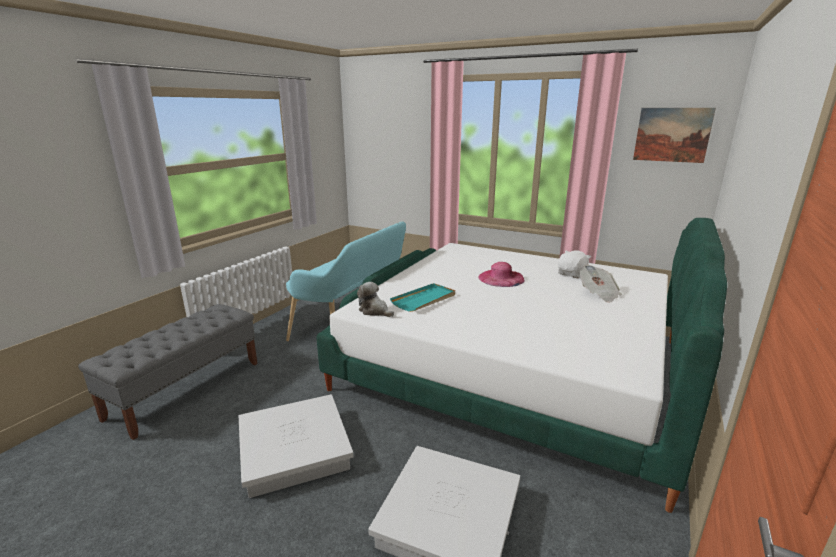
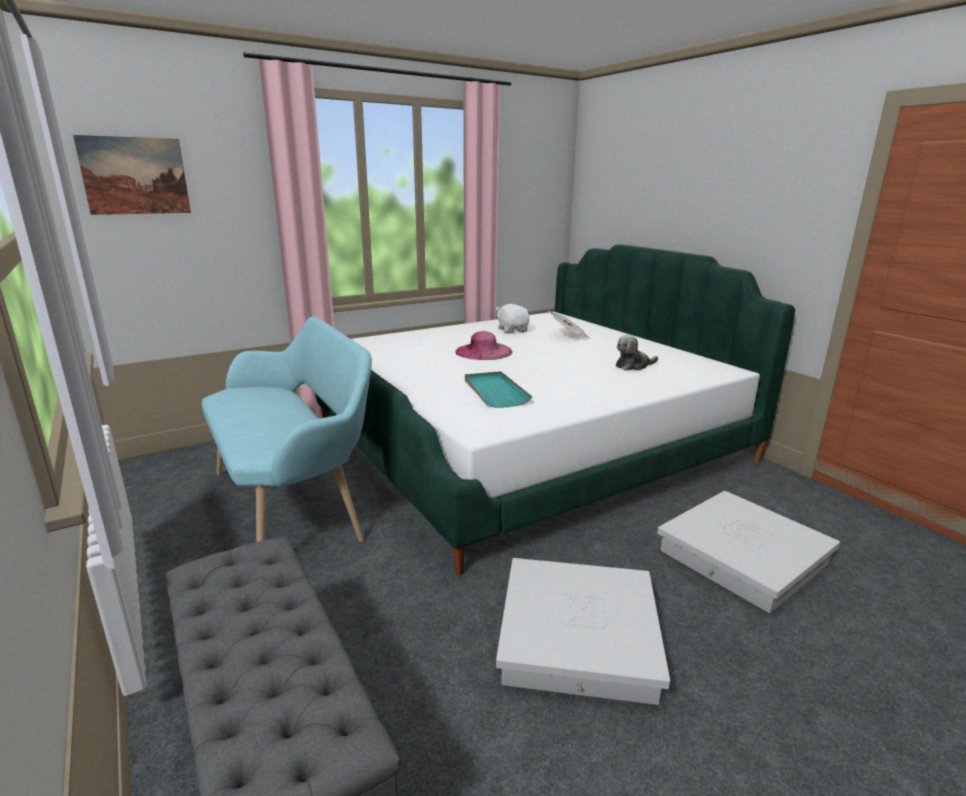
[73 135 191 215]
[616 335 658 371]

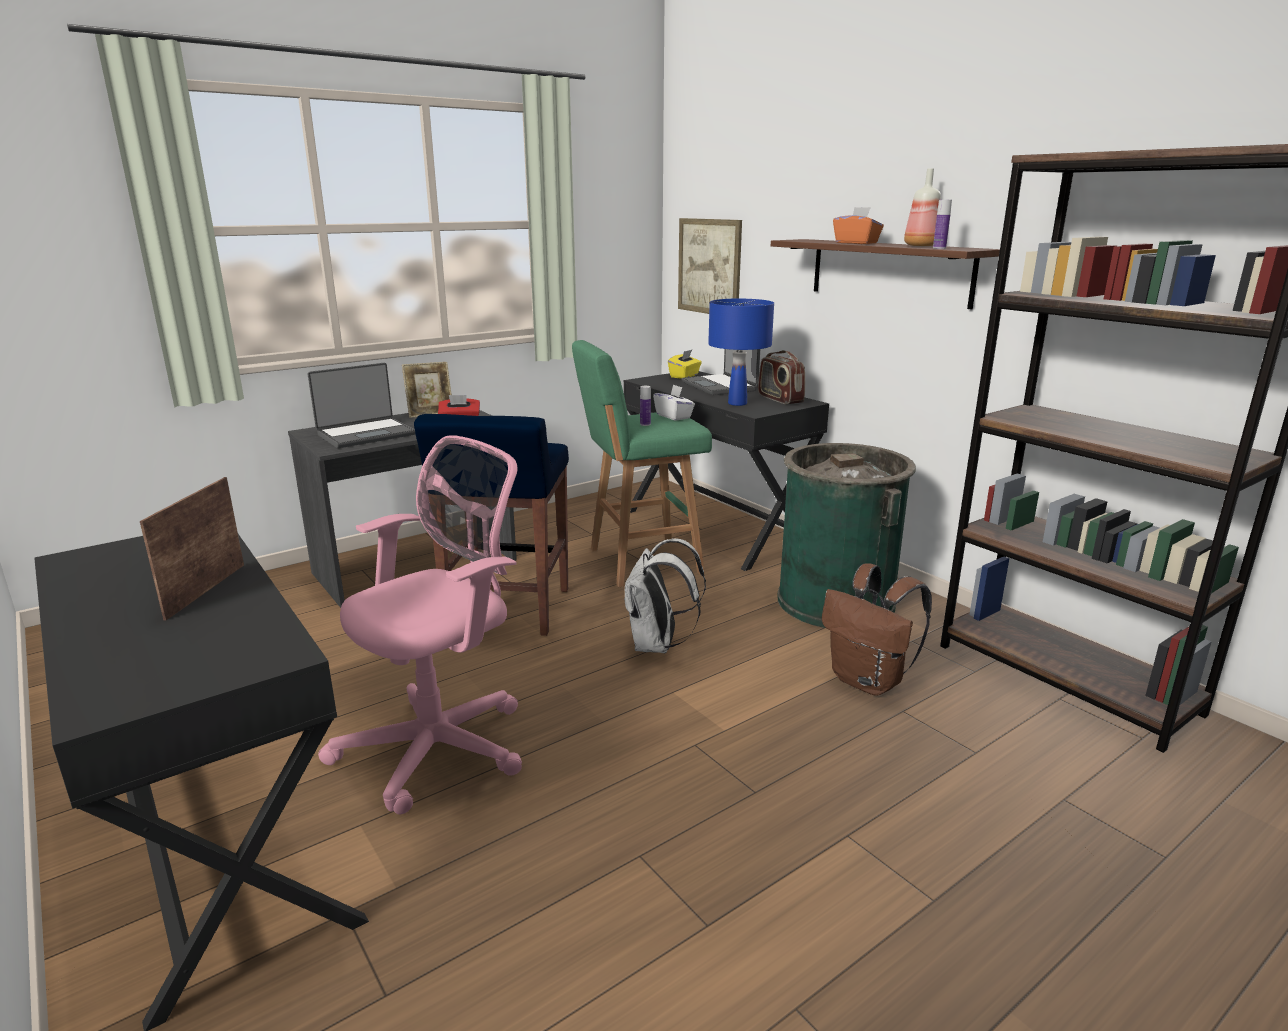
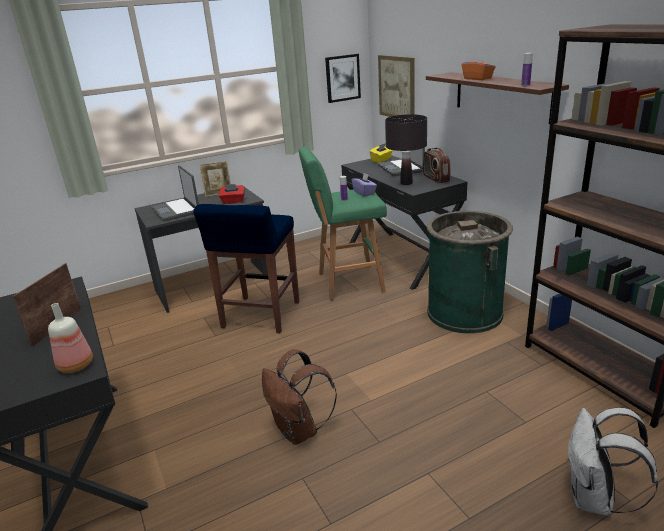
[48 303 93 373]
[151 165 199 221]
[262 349 337 445]
[325 54 361 103]
[352 173 377 197]
[385 114 427 185]
[567 408 658 516]
[318 435 522 814] (first image)

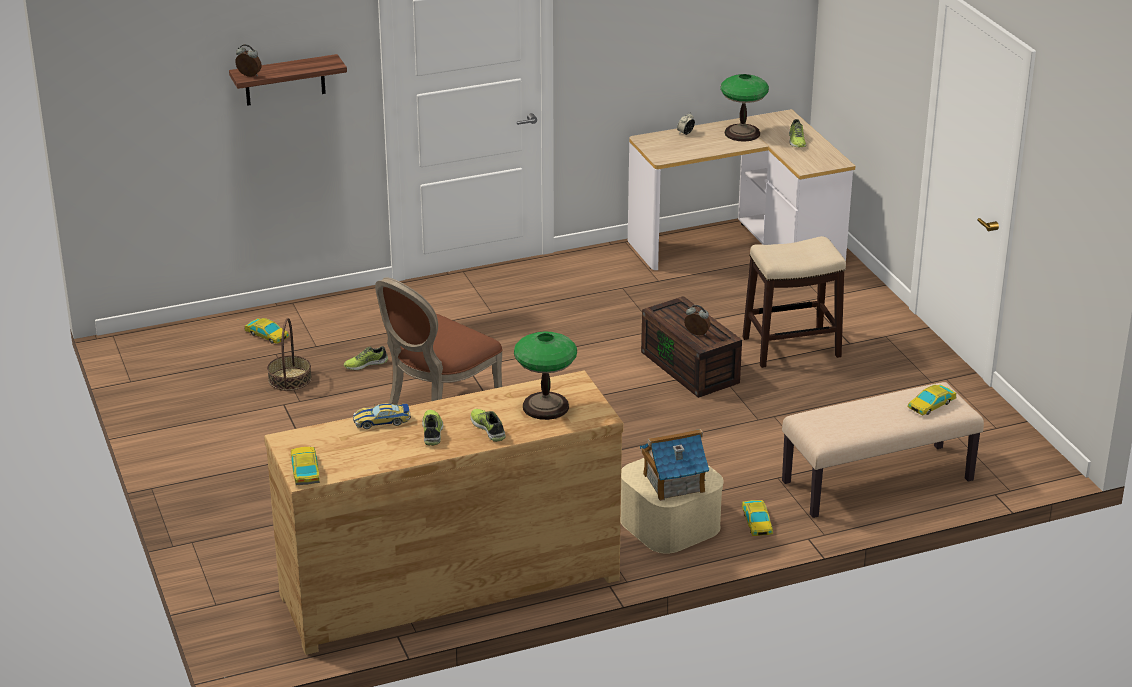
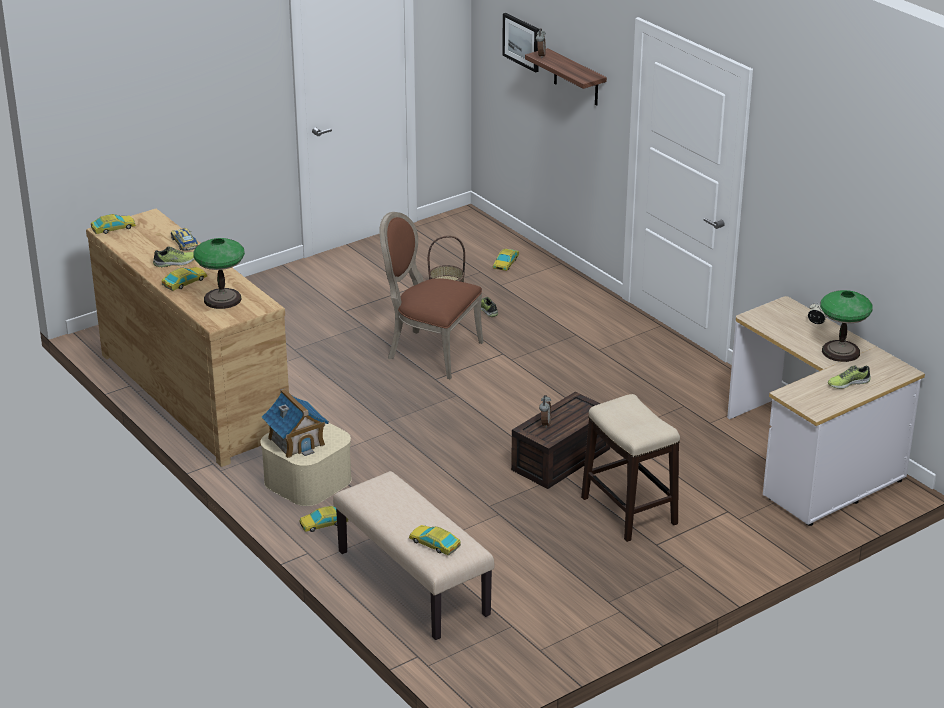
[162 267 207 291]
[502 13 539 73]

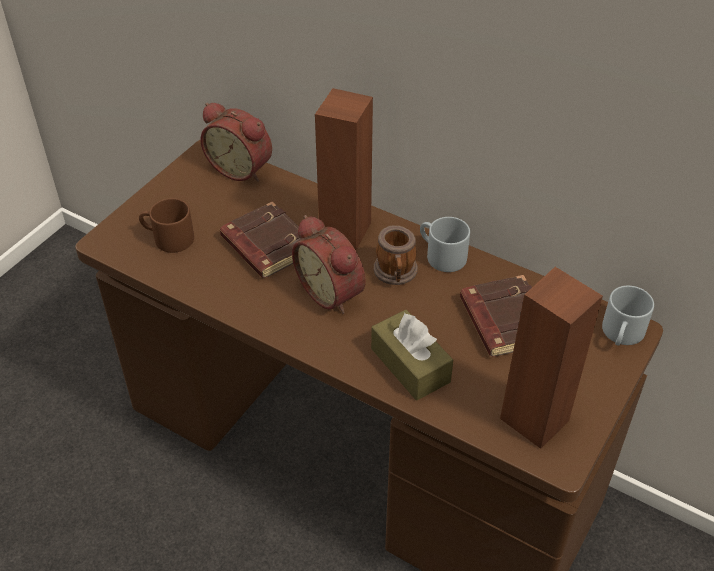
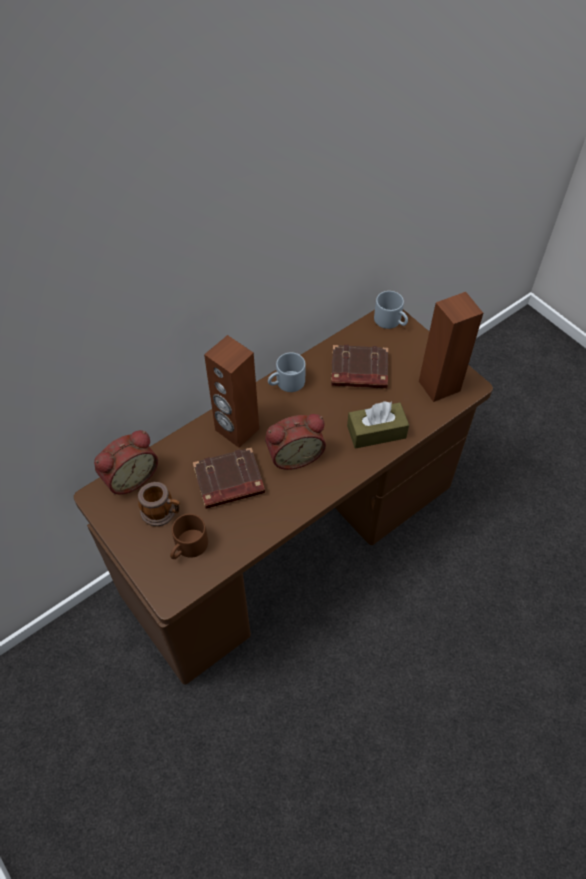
[138 482 180 527]

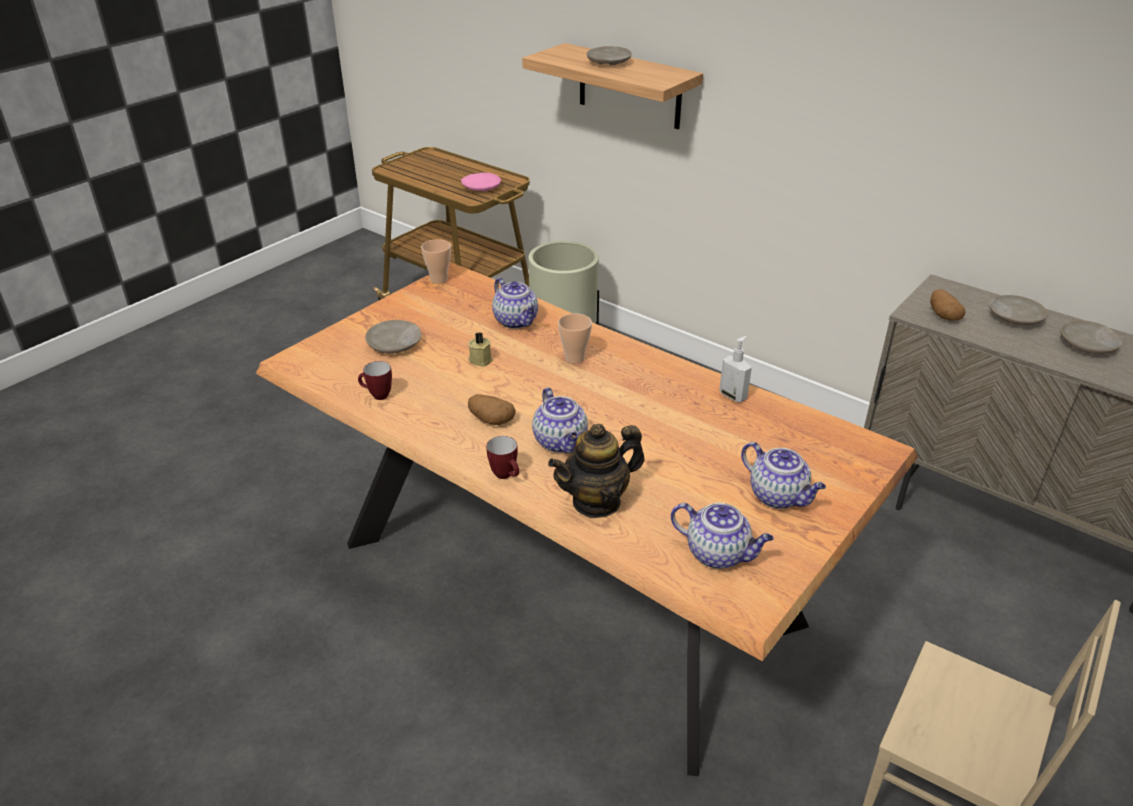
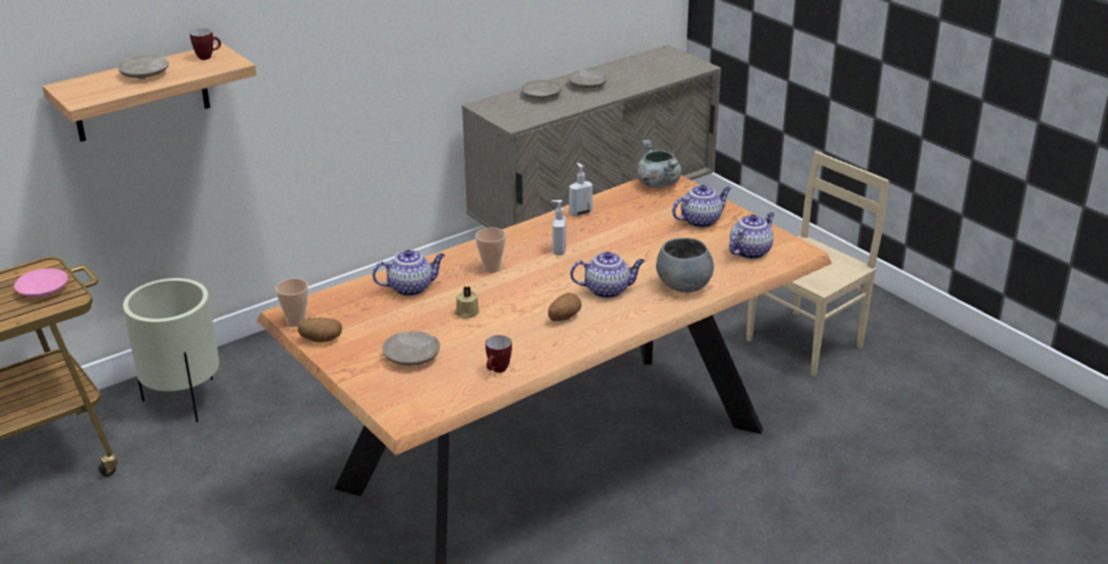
[190 28 221 60]
[298 318 342 342]
[551 200 566 255]
[637 140 681 188]
[656 238 714 292]

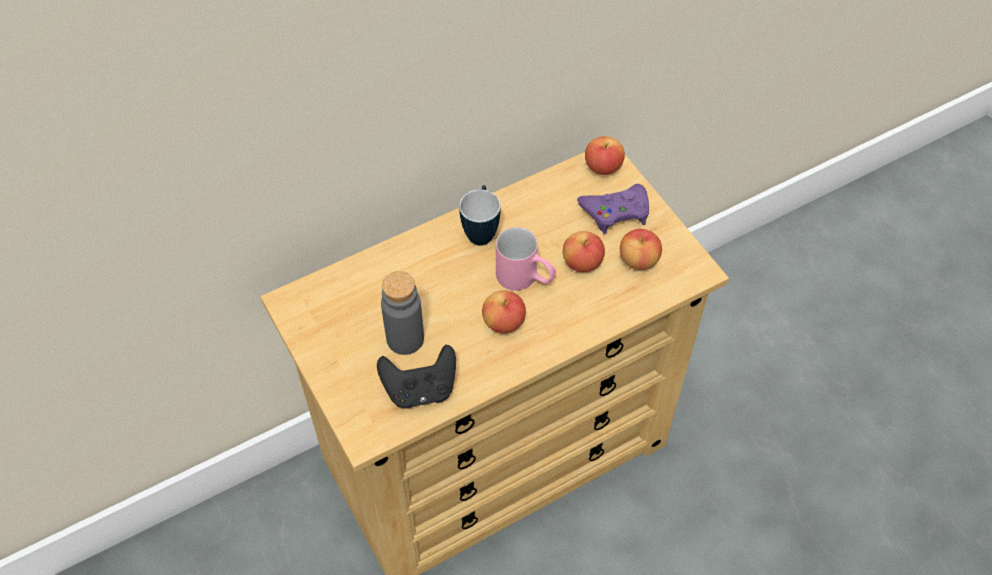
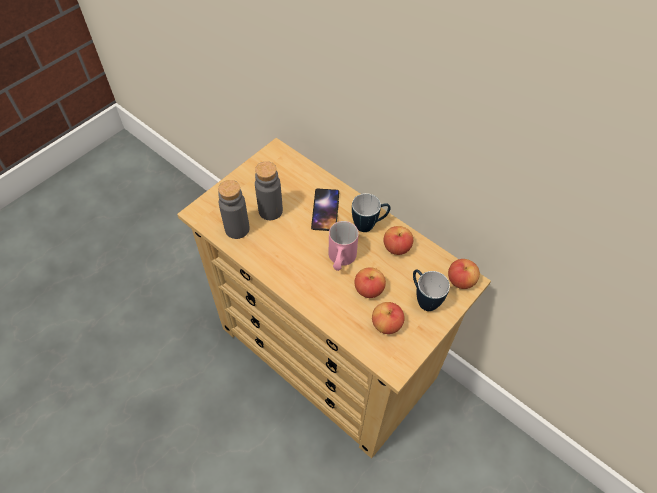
[218 180 250 239]
[311 189 339 231]
[384 226 413 255]
[413 269 450 311]

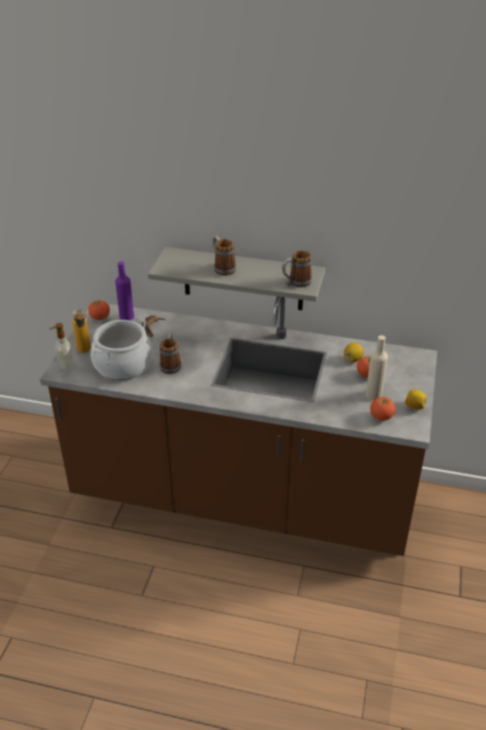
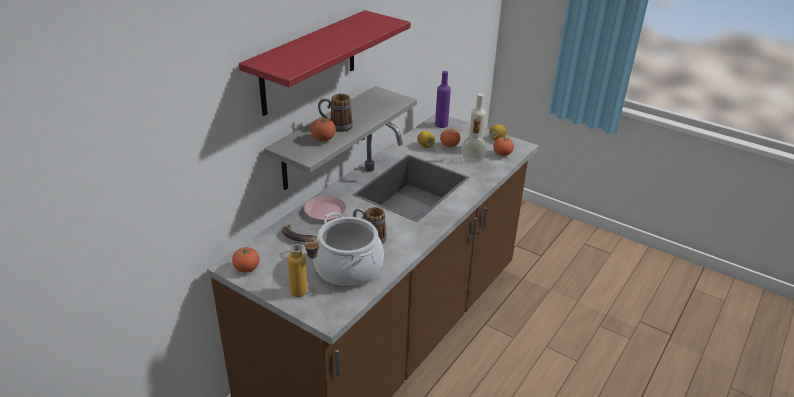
[239 10 411 116]
[304 196 347 221]
[310 118 336 141]
[435 71 451 128]
[462 119 487 163]
[282 250 312 287] (first image)

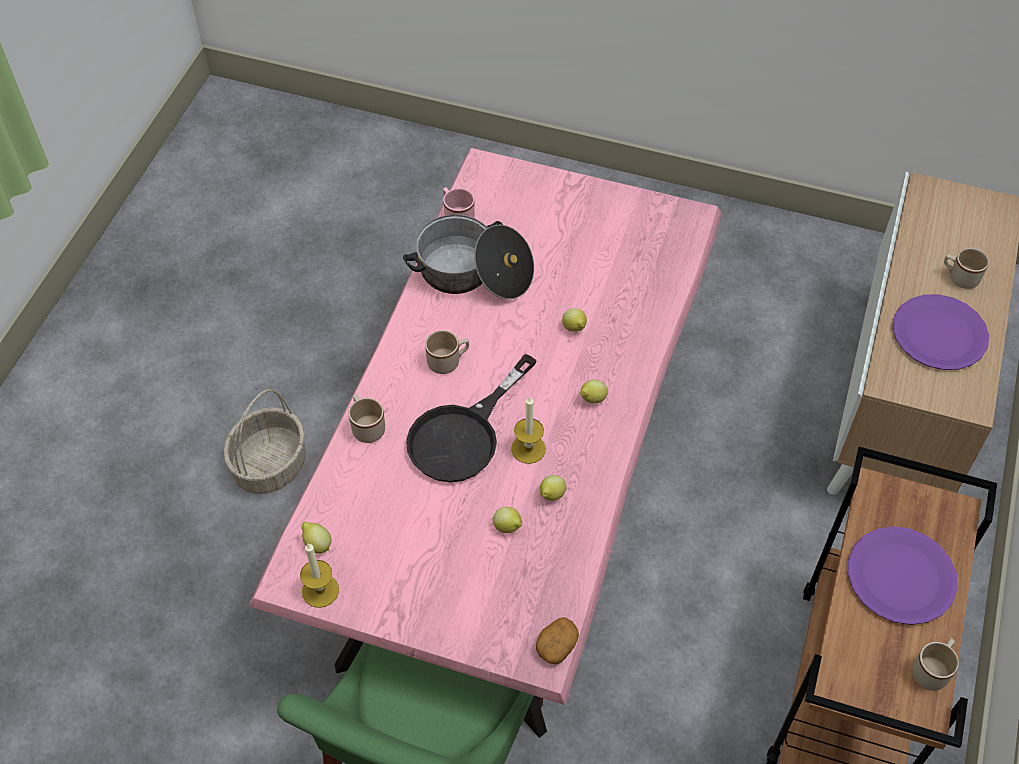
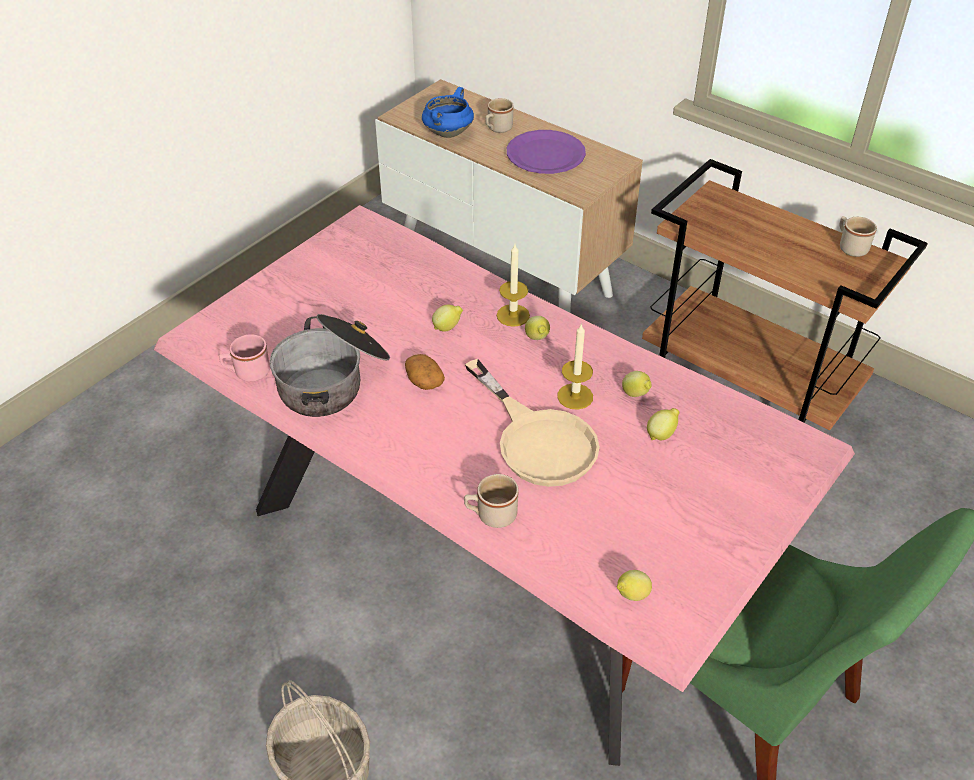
[405 354 445 390]
[422 87 474 138]
[465 359 600 487]
[497 244 530 327]
[425 330 469 374] (first image)
[848 526 958 625] (first image)

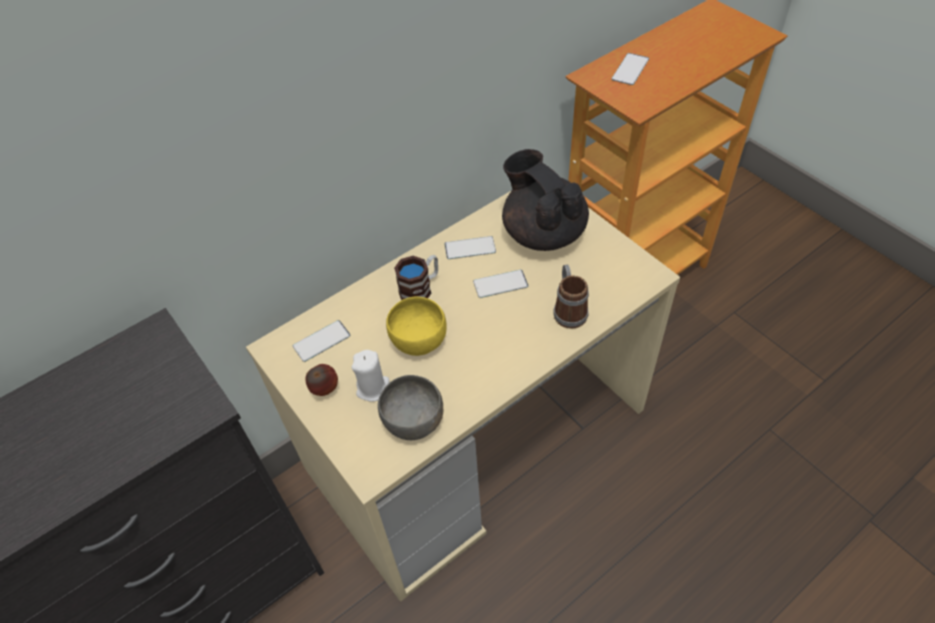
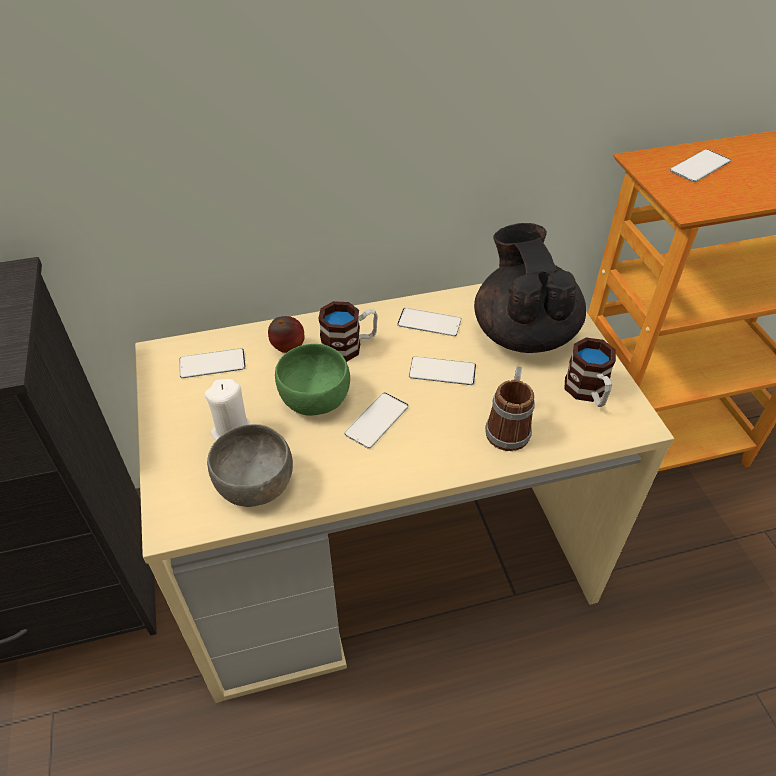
[268 316 305 353]
[275 344 350 416]
[344 392 409 449]
[564 337 616 407]

